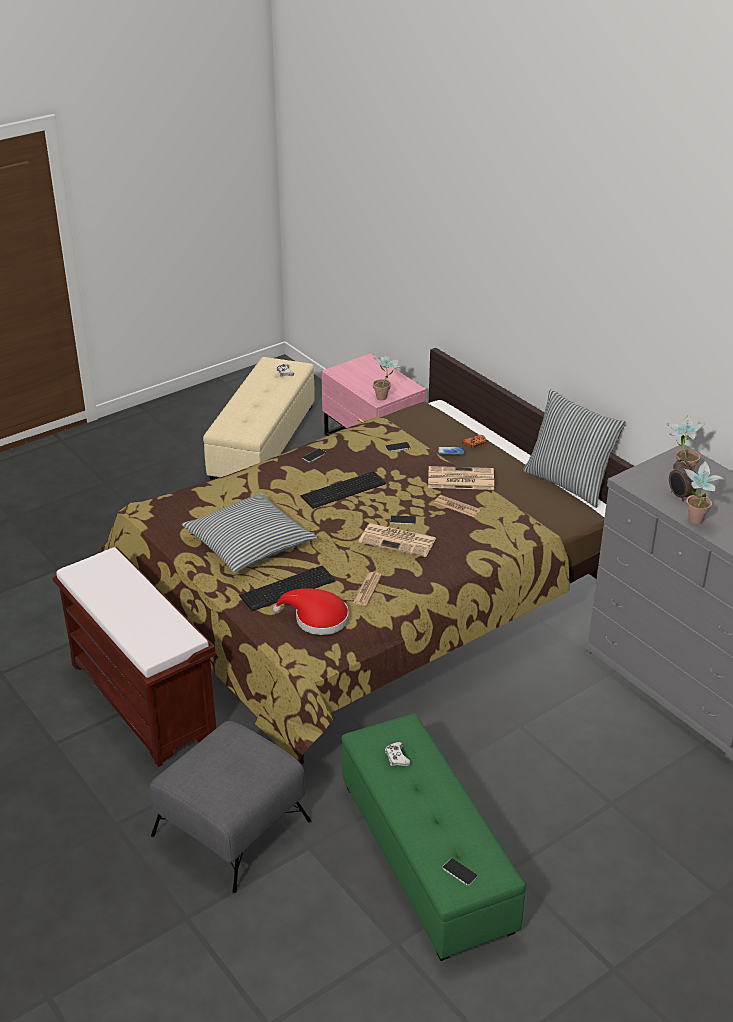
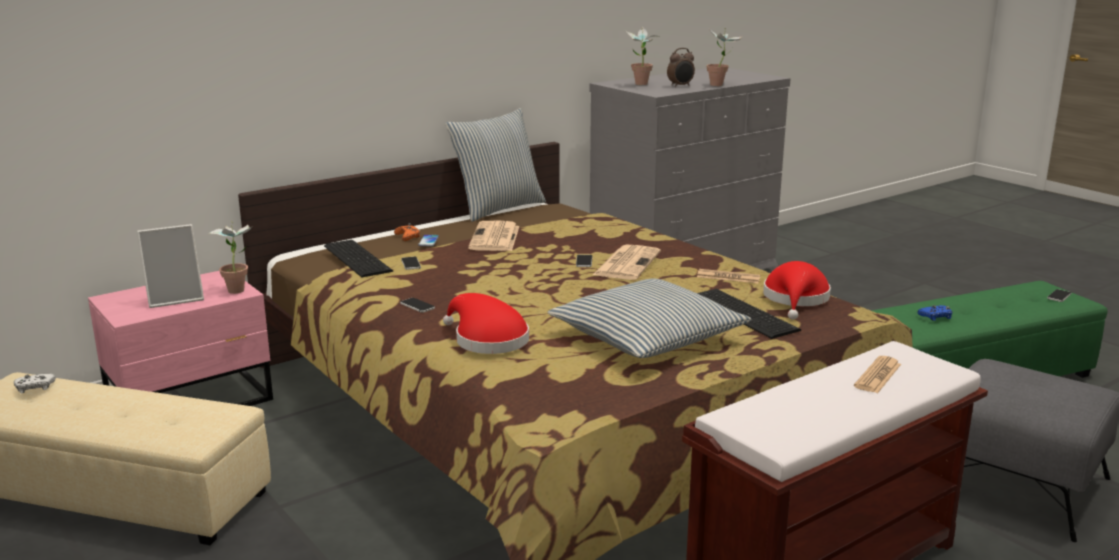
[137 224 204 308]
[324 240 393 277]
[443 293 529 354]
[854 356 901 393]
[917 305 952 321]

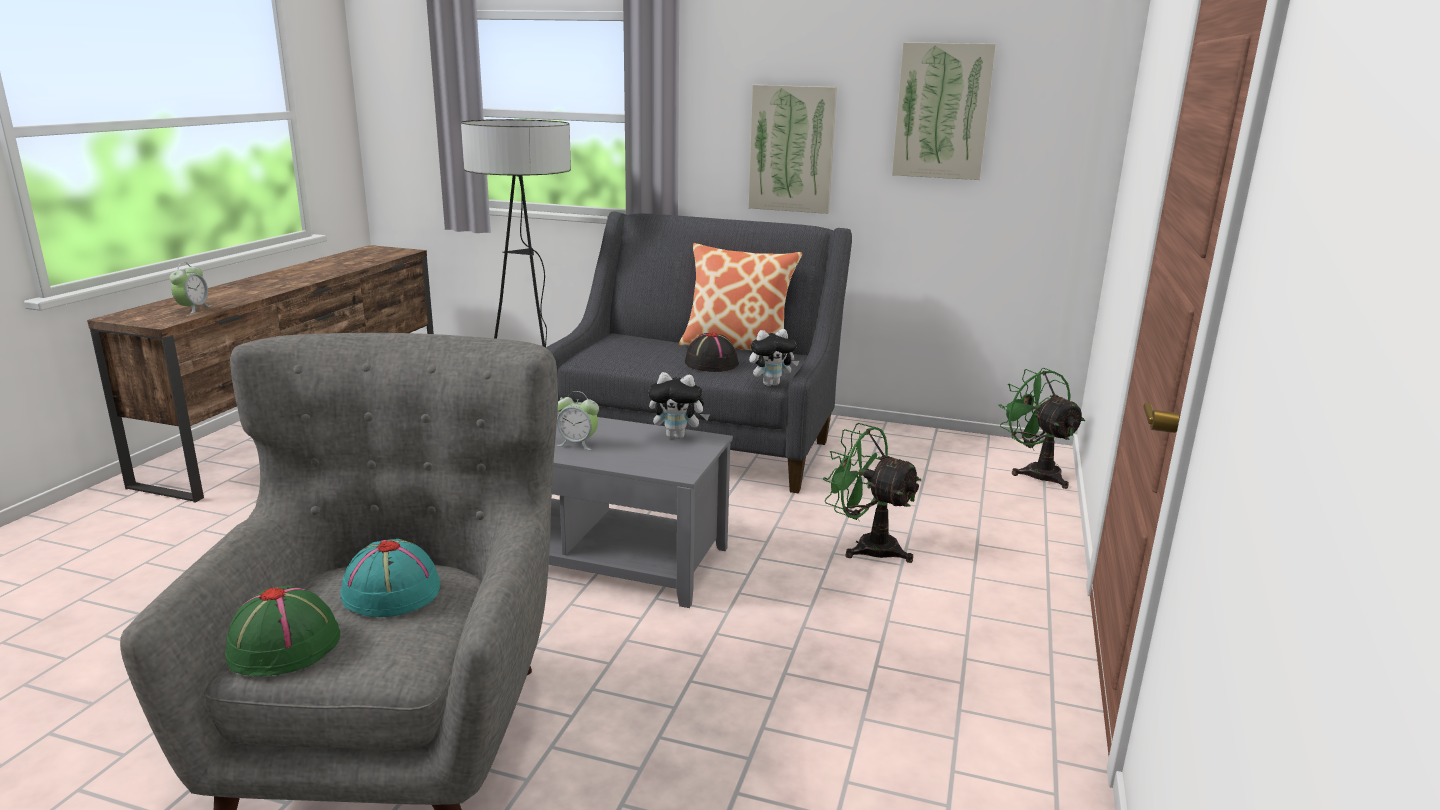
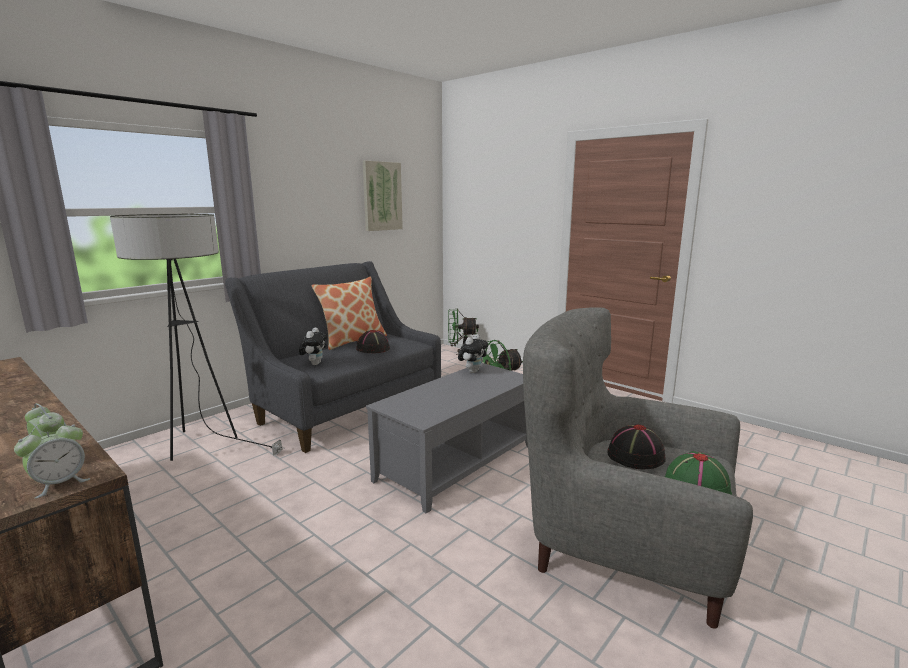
[14 421 91 499]
[299 327 327 365]
[608 424 666 470]
[748 85 837 214] (first image)

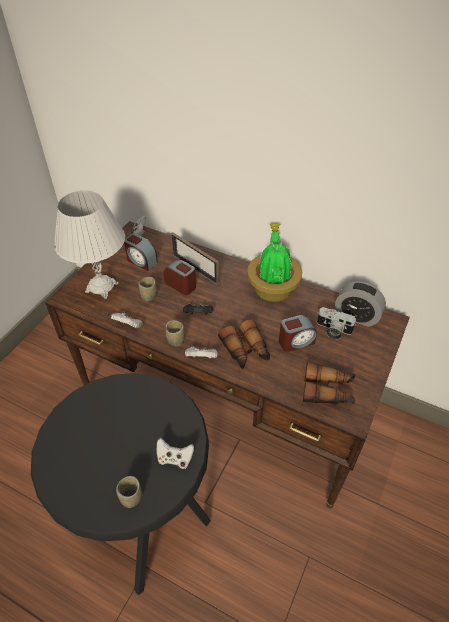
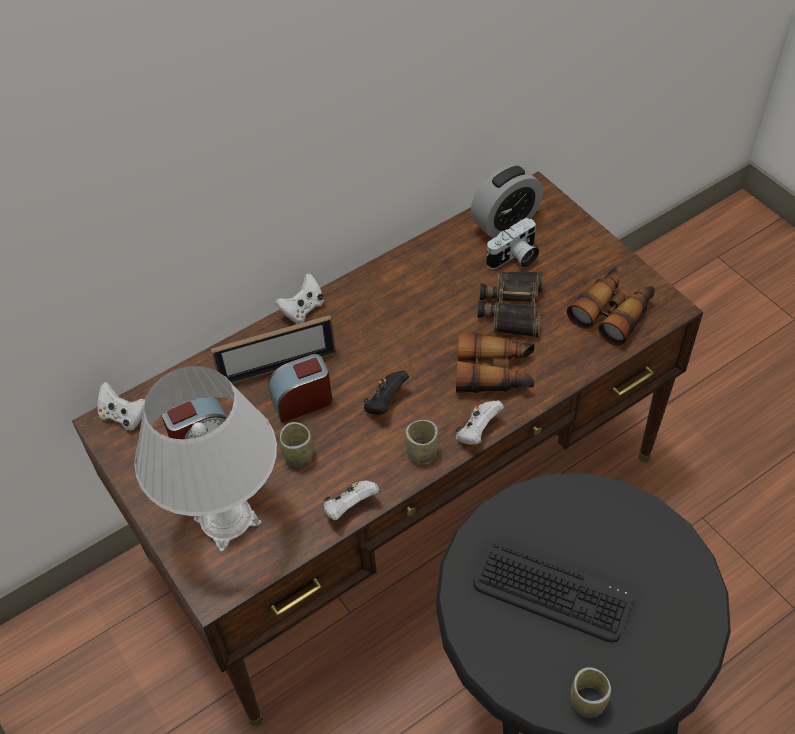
[275 273 324 324]
[473 540 634 643]
[478 271 543 337]
[571 667 611 718]
[247 224 302 302] (first image)

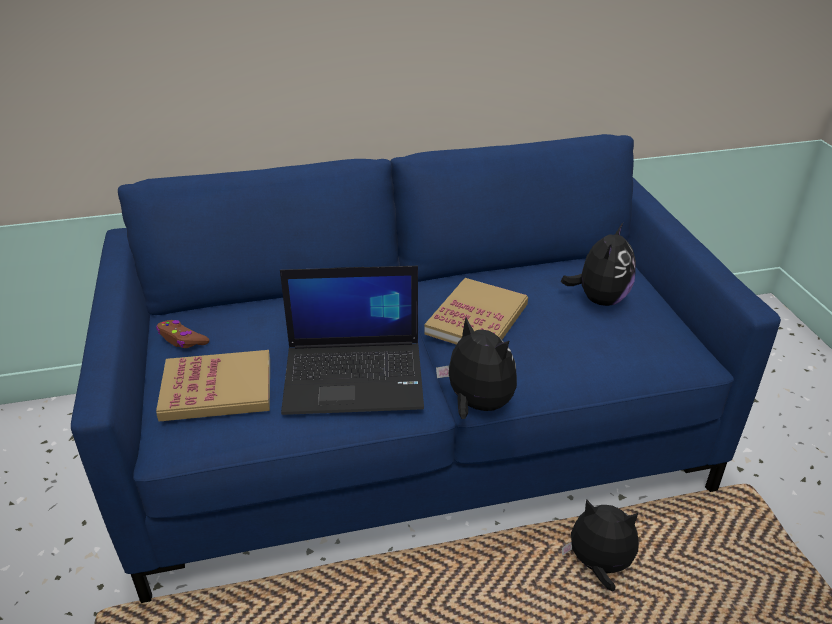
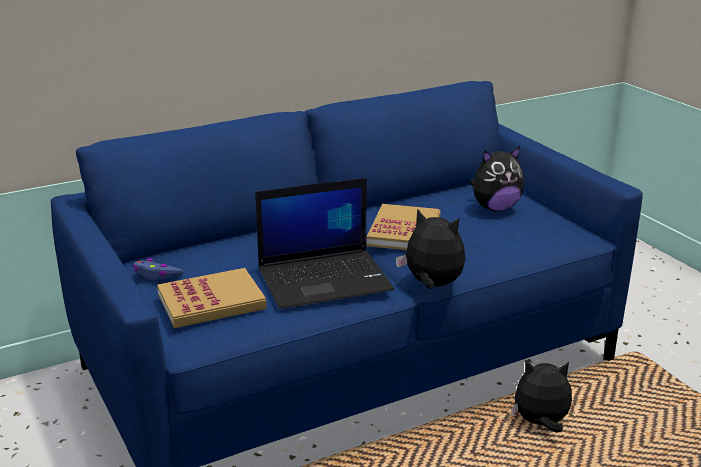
[133 258 184 280]
[470 146 524 212]

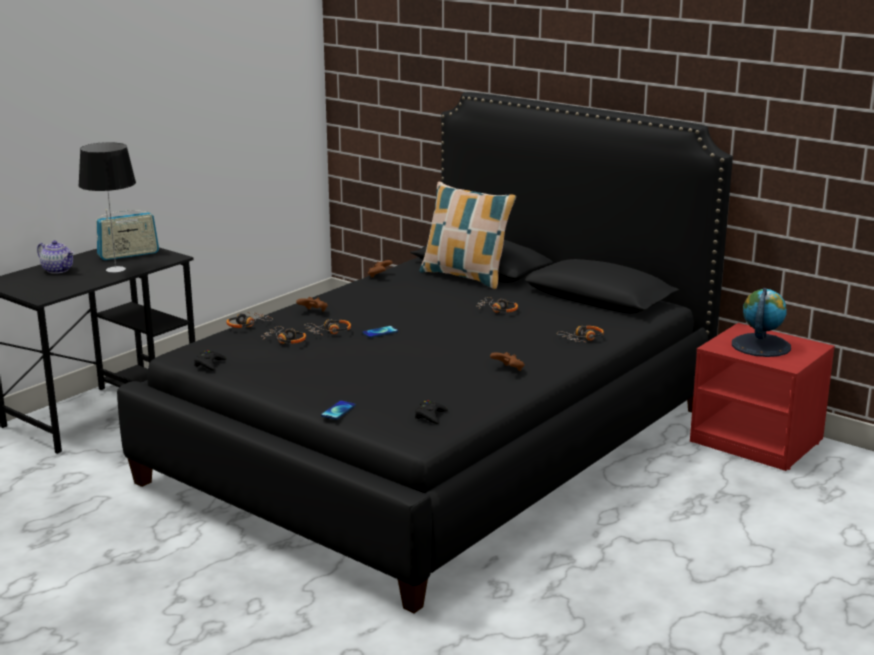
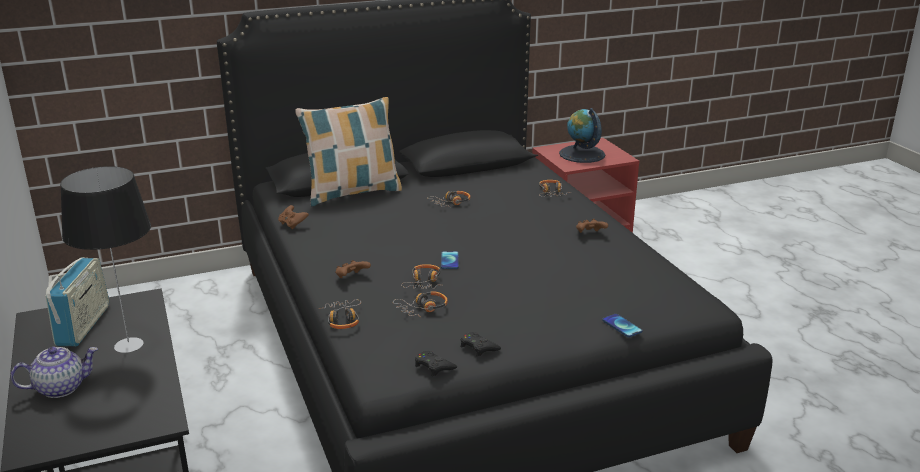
[461 332 501 357]

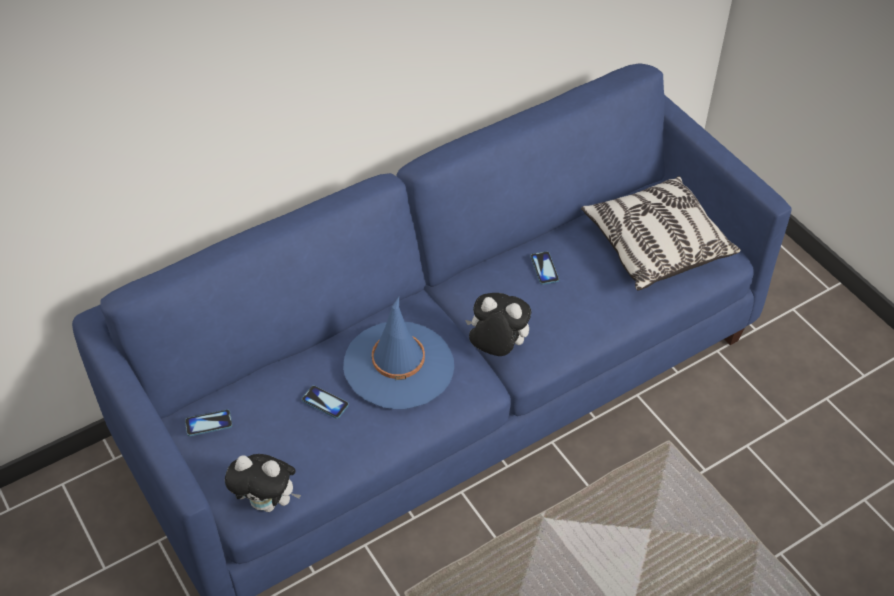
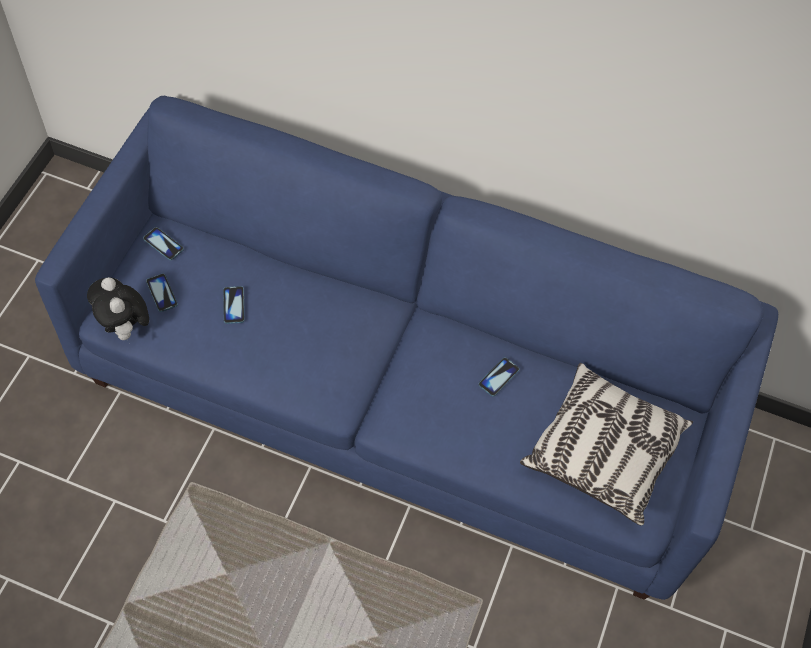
[146 274 178 312]
[343 297 454 409] (first image)
[465 293 531 356] (first image)

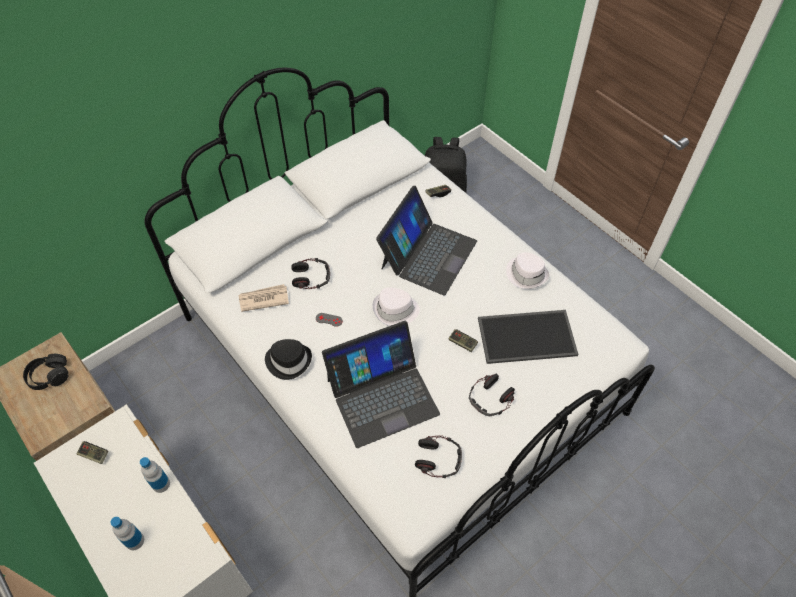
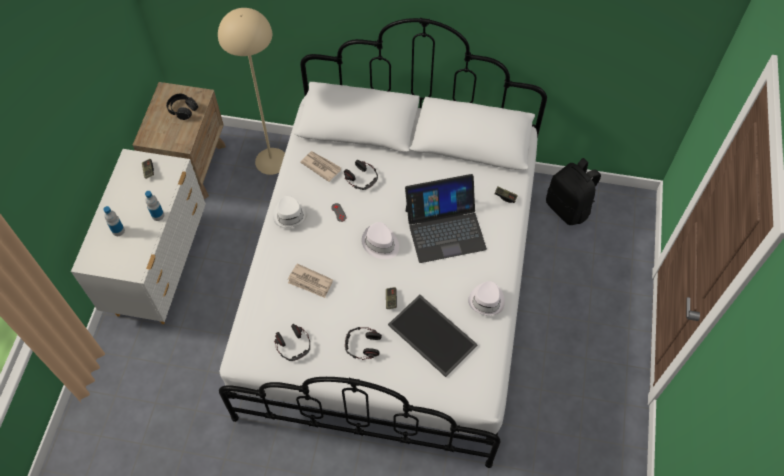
[218 8 285 175]
[273 196 307 228]
[288 264 333 298]

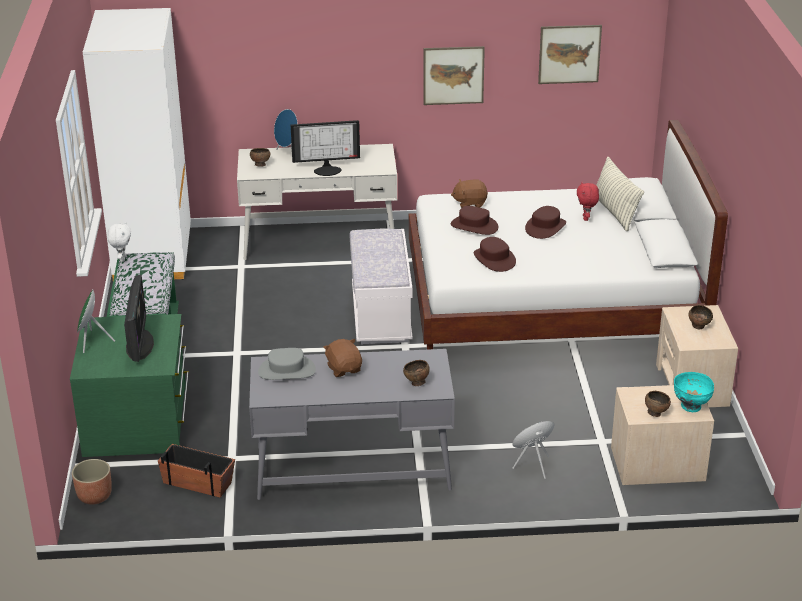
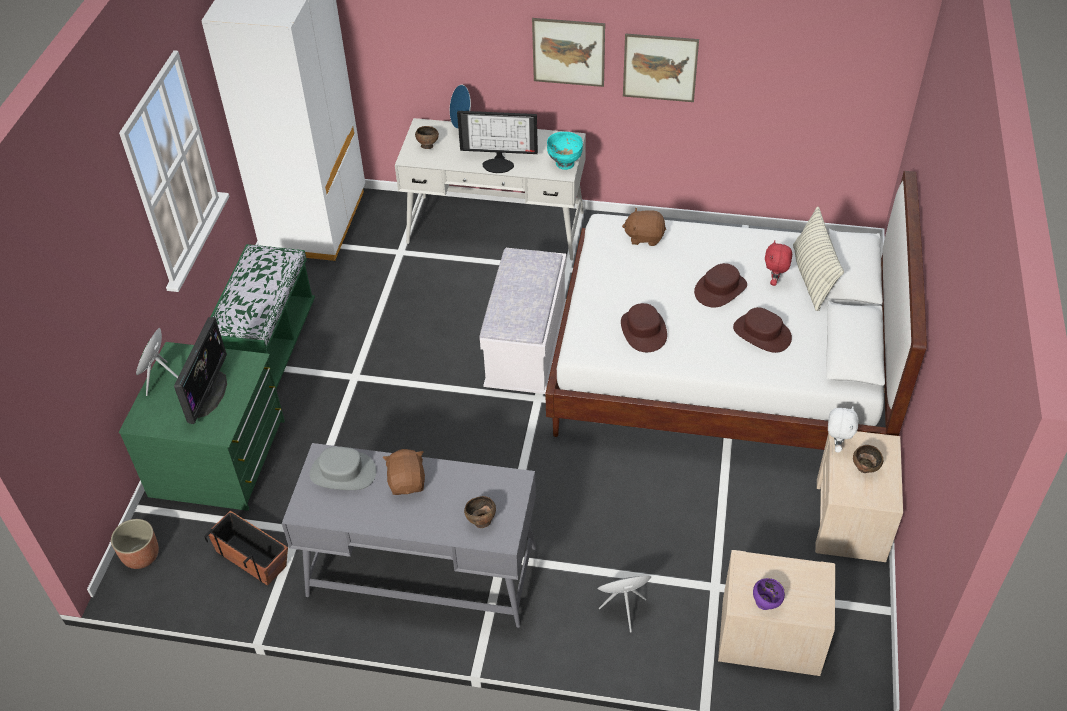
[532 18 605 87]
[547 132 583 170]
[733 307 792 353]
[753 578 785 610]
[828 406 859 453]

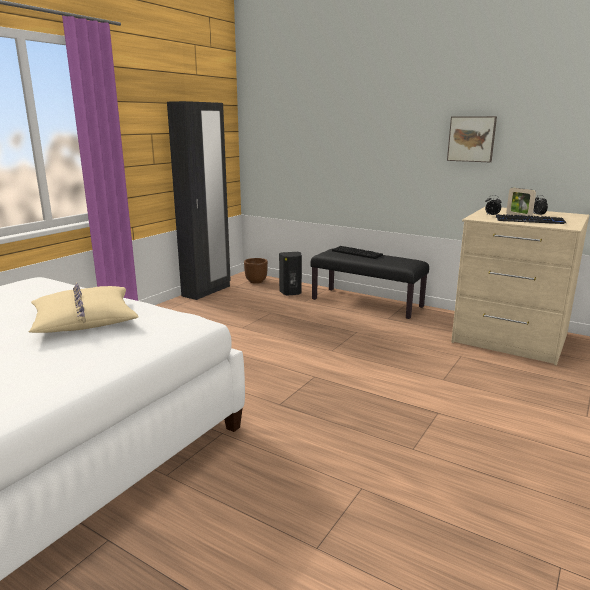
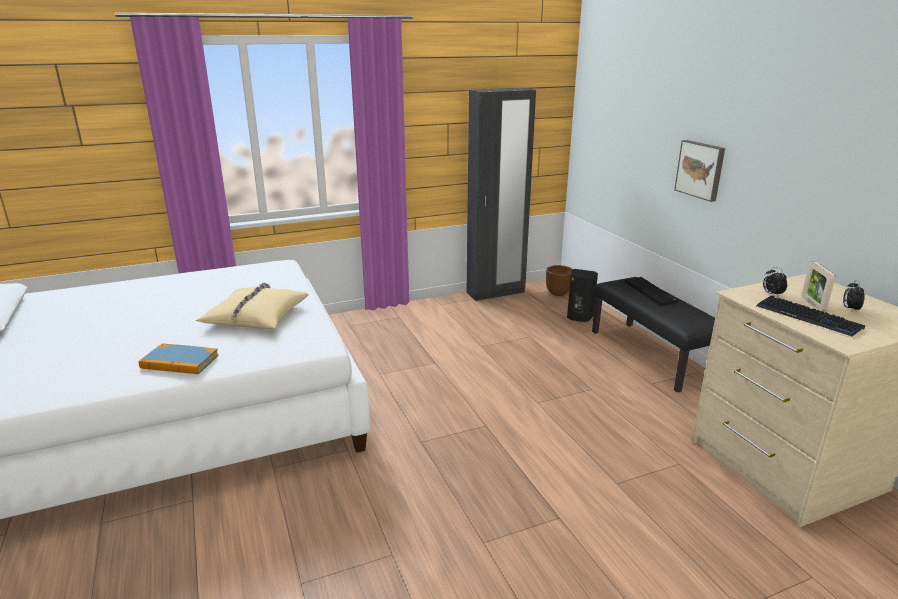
[139 344 219 374]
[674 140 725 202]

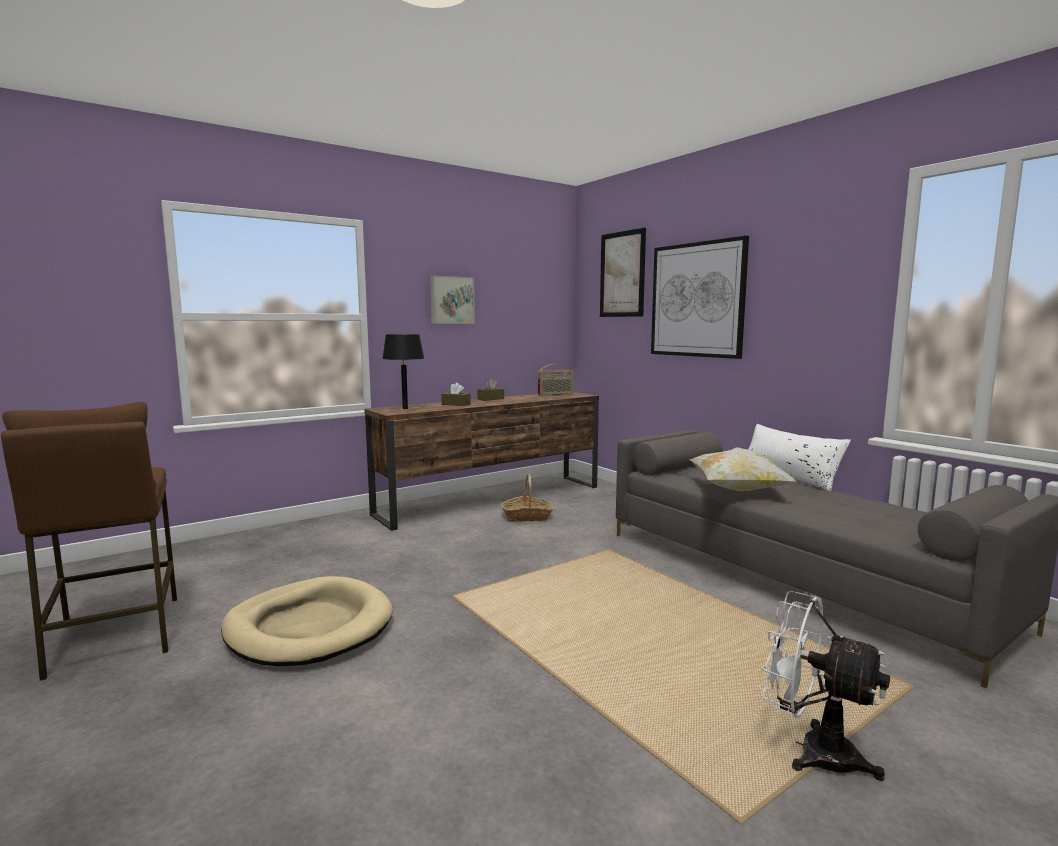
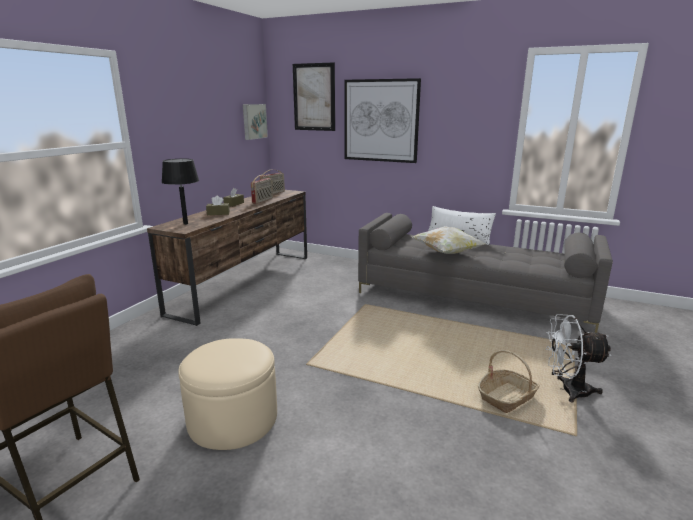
[178 338 277 450]
[243 104 268 140]
[251 175 273 204]
[478 350 540 413]

